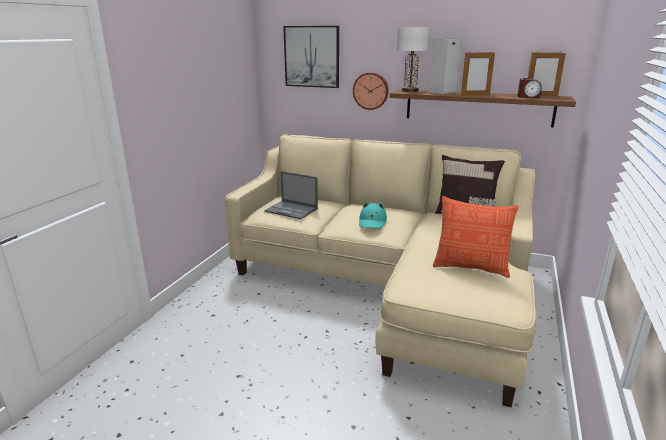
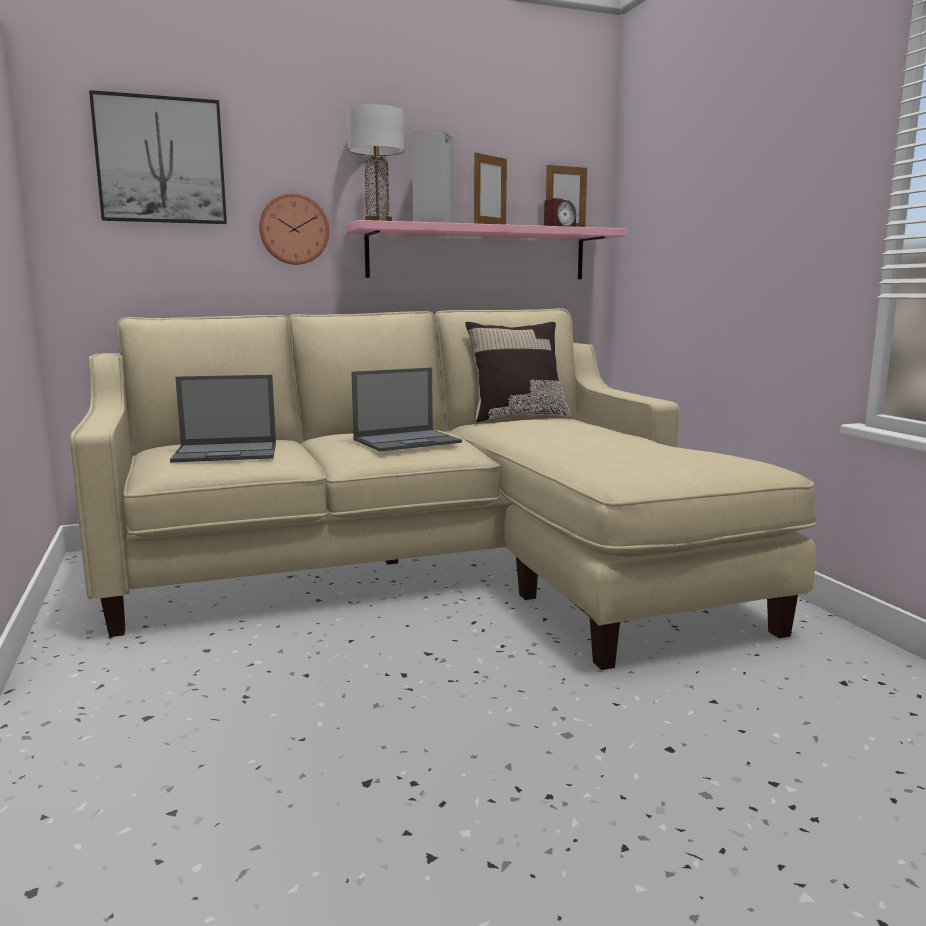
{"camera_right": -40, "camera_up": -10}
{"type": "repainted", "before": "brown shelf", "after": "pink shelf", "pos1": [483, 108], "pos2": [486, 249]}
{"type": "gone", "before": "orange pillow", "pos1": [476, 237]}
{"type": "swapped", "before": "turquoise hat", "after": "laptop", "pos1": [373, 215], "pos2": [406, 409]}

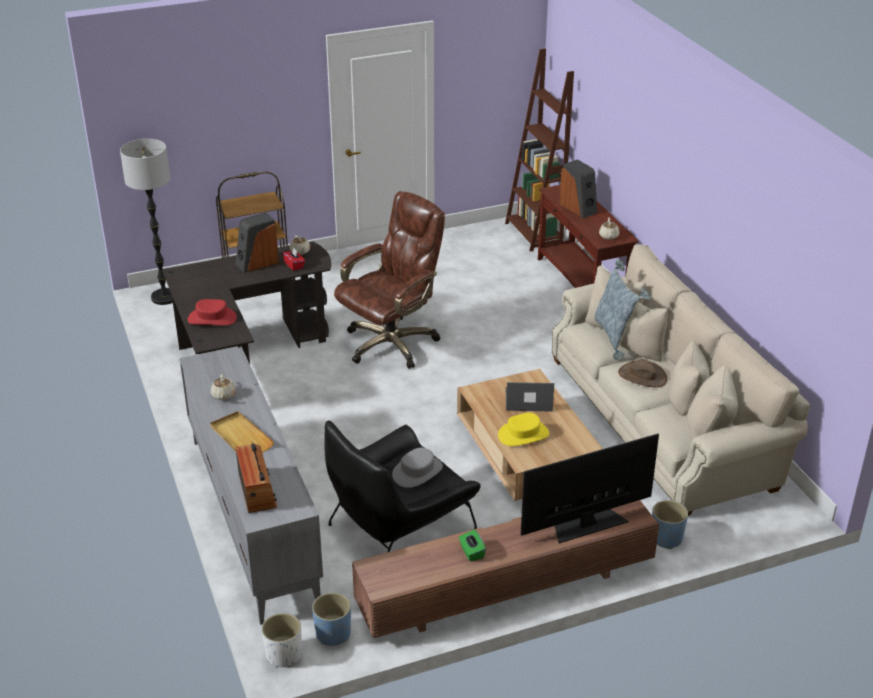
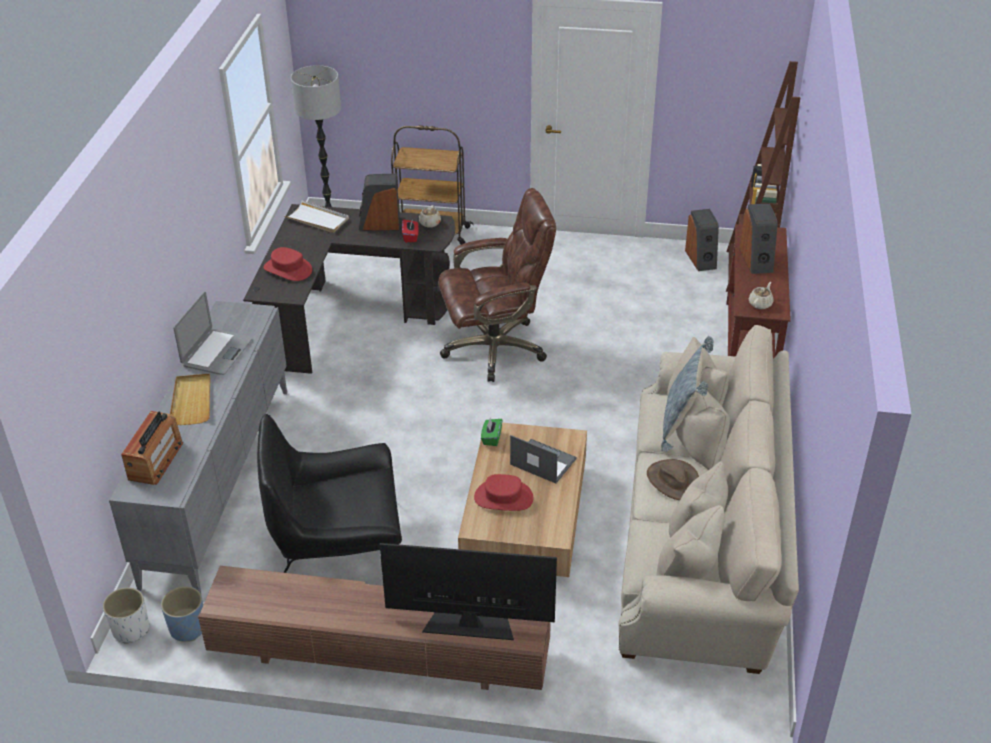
{"camera_right": 30, "camera_up": 5}
{"type": "swapped", "before": "beige teapot", "after": "laptop", "pos1": [223, 387], "pos2": [213, 333]}
{"type": "repainted", "before": "yellow hat", "after": "red hat", "pos1": [523, 429], "pos2": [503, 492]}
{"type": "gone", "before": "grey hat", "pos1": [417, 468]}
{"type": "gone", "before": "blue planter", "pos1": [670, 524]}
{"type": "shifted", "before": "green tissue box", "pos1": [472, 545], "pos2": [491, 432]}
{"type": "new", "after": "white tray", "pos2": [316, 217]}
{"type": "new", "after": "speaker", "pos2": [702, 240]}

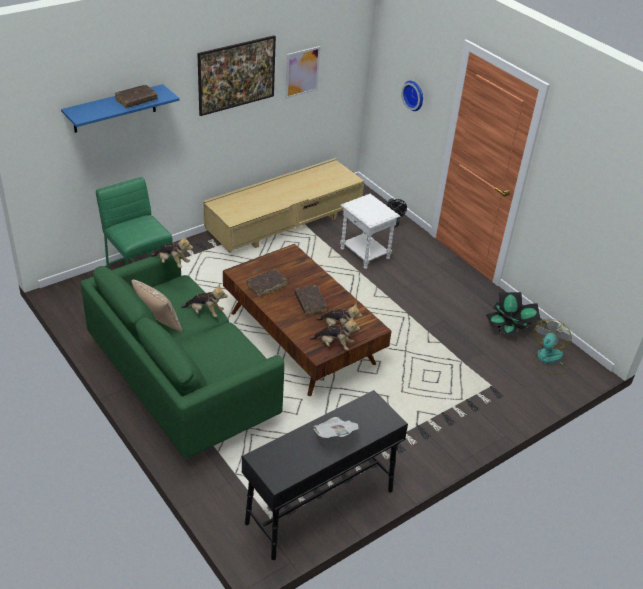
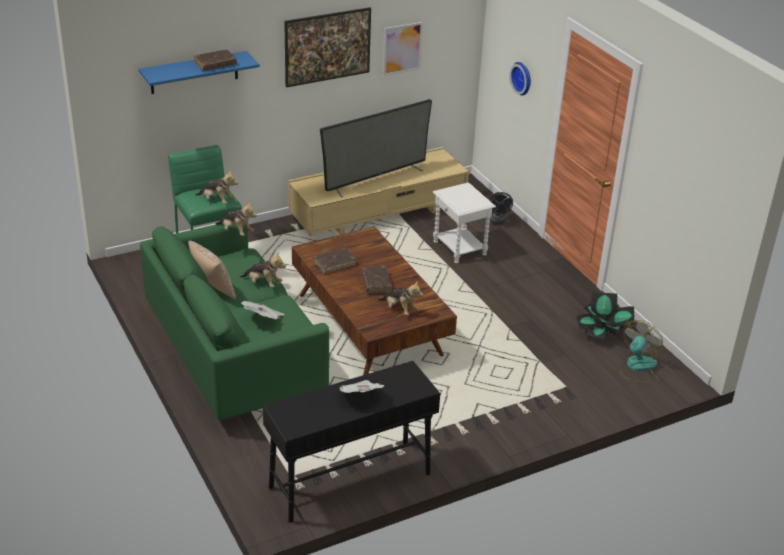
{"camera_right": 10, "camera_up": -5}
{"type": "shifted", "before": "plush toy", "pos1": [334, 333], "pos2": [216, 187]}
{"type": "new", "after": "television", "pos2": [376, 148]}
{"type": "new", "after": "newspaper", "pos2": [262, 310]}

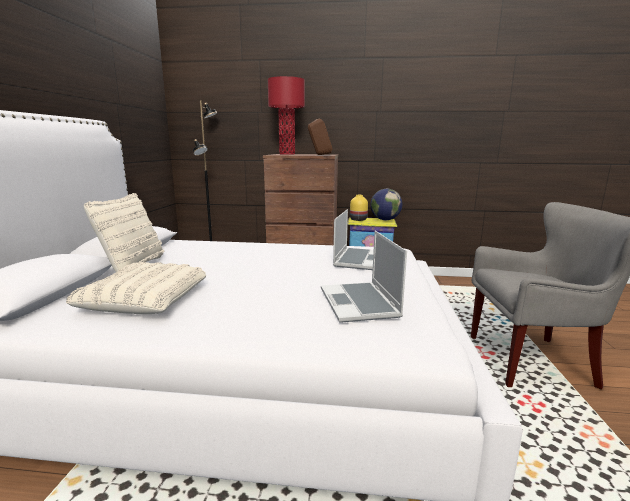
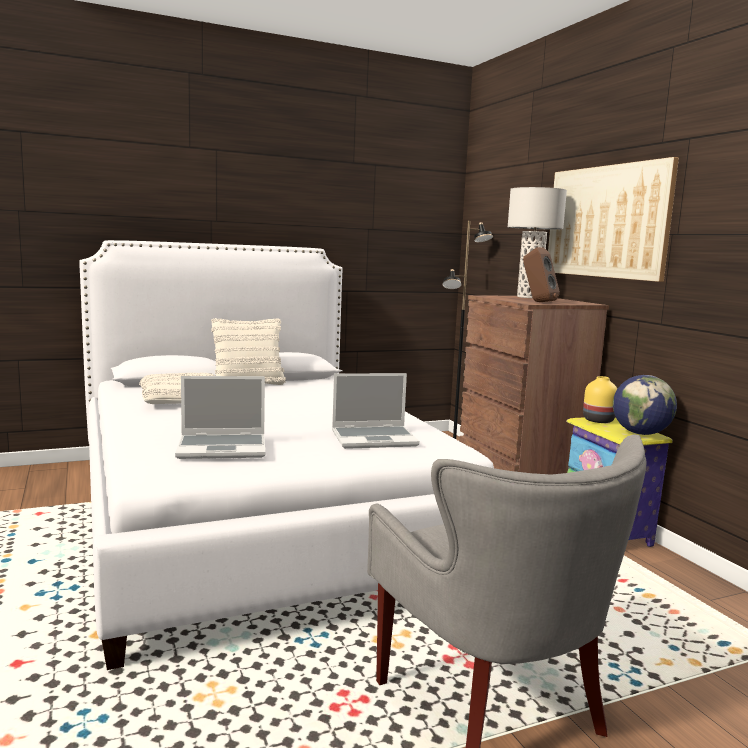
{"camera_right": 60, "camera_up": -5}
{"type": "repainted", "before": "red table lamp", "after": "white table lamp", "pos1": [286, 115], "pos2": [537, 242]}
{"type": "rotated", "before": "laptop", "pos1": [364, 277], "pos2": [220, 417], "turn": -150}
{"type": "new", "after": "picture", "pos2": [613, 219]}

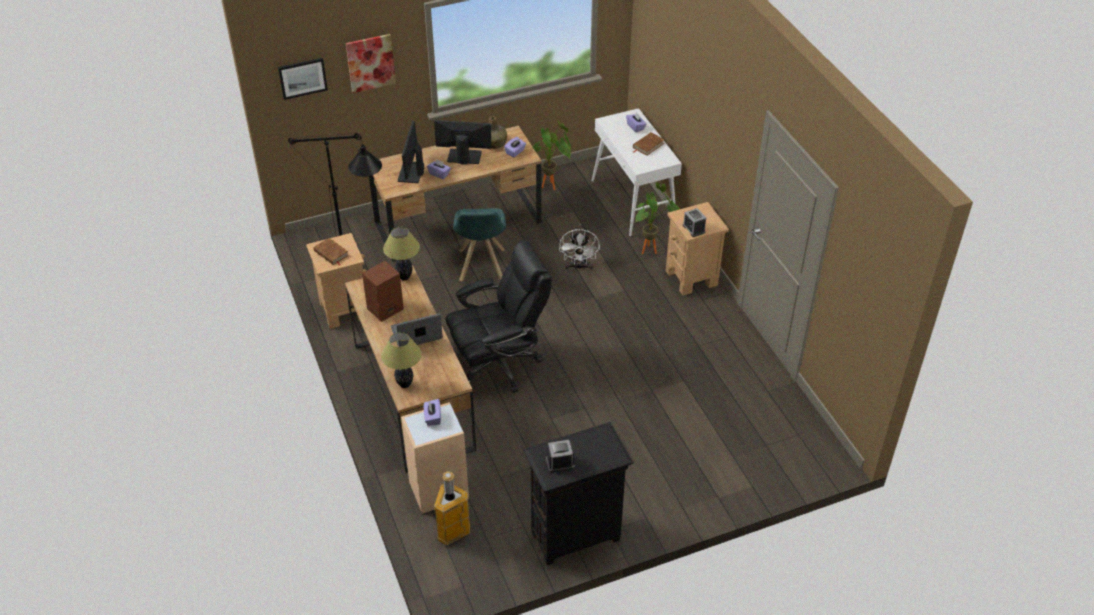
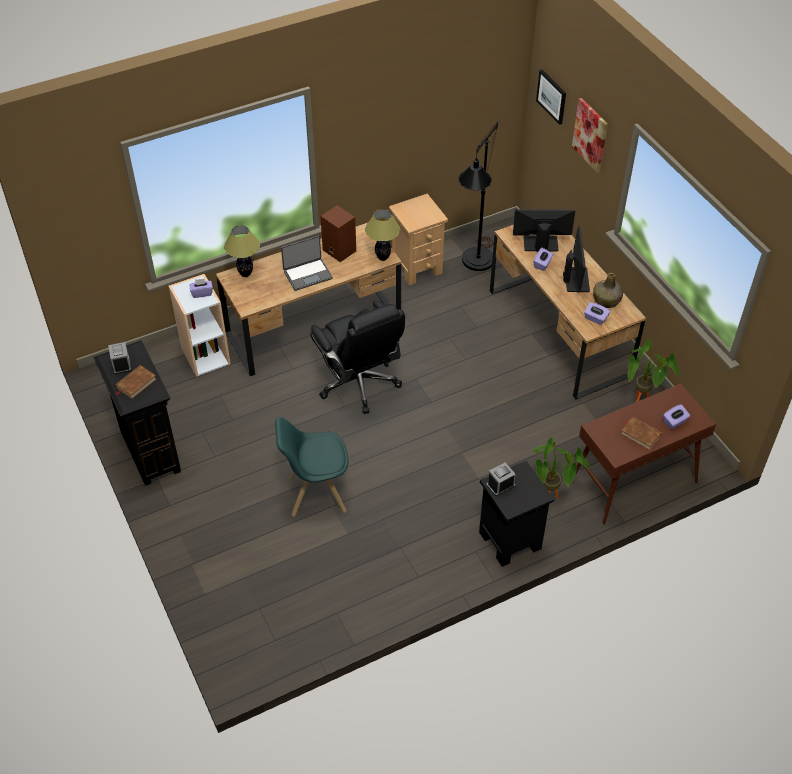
{"camera_right": 85, "camera_up": 5}
{"type": "repainted", "before": "white console table", "after": "brown console table", "pos1": [637, 172], "pos2": [645, 454]}
{"type": "repainted", "before": "beige nightstand", "after": "black nightstand", "pos1": [697, 249], "pos2": [516, 514]}
{"type": "shifted", "before": "turquoise chair", "pos1": [479, 245], "pos2": [311, 467]}
{"type": "gone", "before": "white fan", "pos1": [580, 247]}
{"type": "shifted", "before": "brown book", "pos1": [331, 252], "pos2": [136, 382]}
{"type": "rotated", "before": "laptop", "pos1": [417, 330], "pos2": [307, 263], "turn": 90}
{"type": "gone", "before": "trash can", "pos1": [452, 508]}

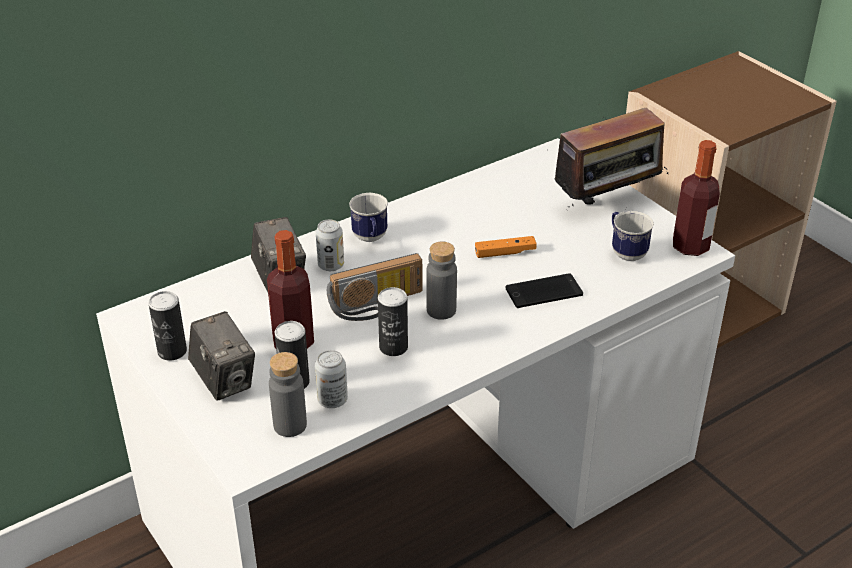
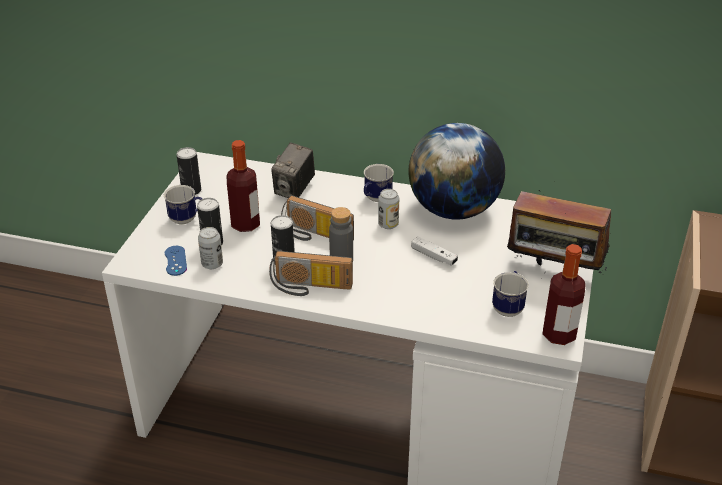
{"camera_right": 50, "camera_up": 0}
{"type": "shifted", "before": "can", "pos1": [330, 245], "pos2": [388, 209]}
{"type": "repainted", "before": "orange game controller", "after": "white game controller", "pos1": [506, 247], "pos2": [434, 251]}
{"type": "gone", "before": "phone", "pos1": [544, 290]}
{"type": "swapped", "before": "photo camera", "after": "mug", "pos1": [221, 356], "pos2": [183, 205]}
{"type": "swapped", "before": "grey bottle", "after": "blue game controller", "pos1": [288, 394], "pos2": [176, 261]}
{"type": "new", "after": "globe", "pos2": [456, 171]}
{"type": "new", "after": "radio", "pos2": [311, 273]}

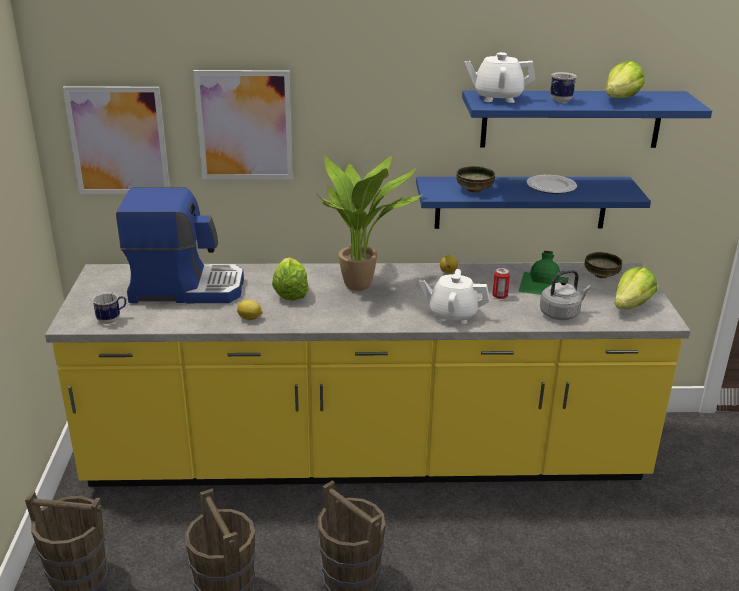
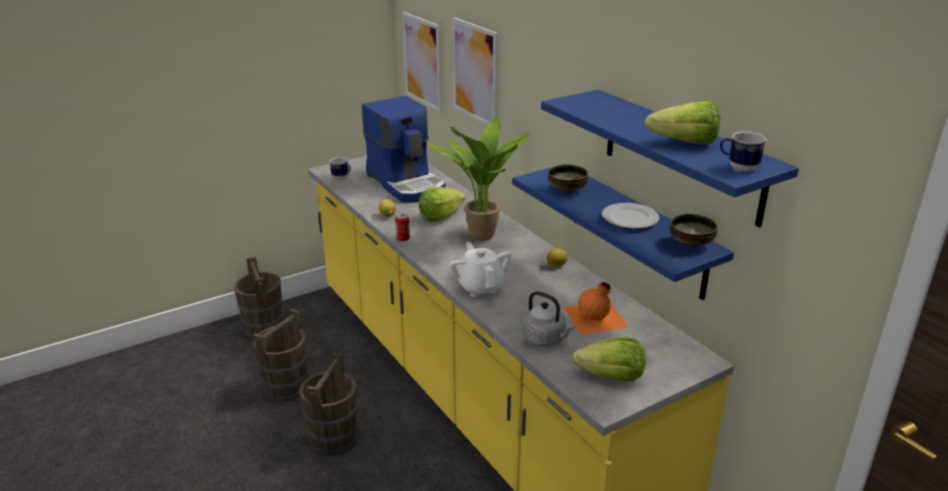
{"camera_right": 60, "camera_up": 0}
{"type": "gone", "before": "white teapot", "pos1": [500, 77]}
{"type": "shifted", "before": "mug", "pos1": [563, 87], "pos2": [743, 151]}
{"type": "repainted", "before": "green bottle", "after": "orange bottle", "pos1": [543, 273], "pos2": [596, 308]}
{"type": "shifted", "before": "bowl", "pos1": [603, 265], "pos2": [694, 230]}
{"type": "shifted", "before": "can", "pos1": [501, 283], "pos2": [402, 227]}

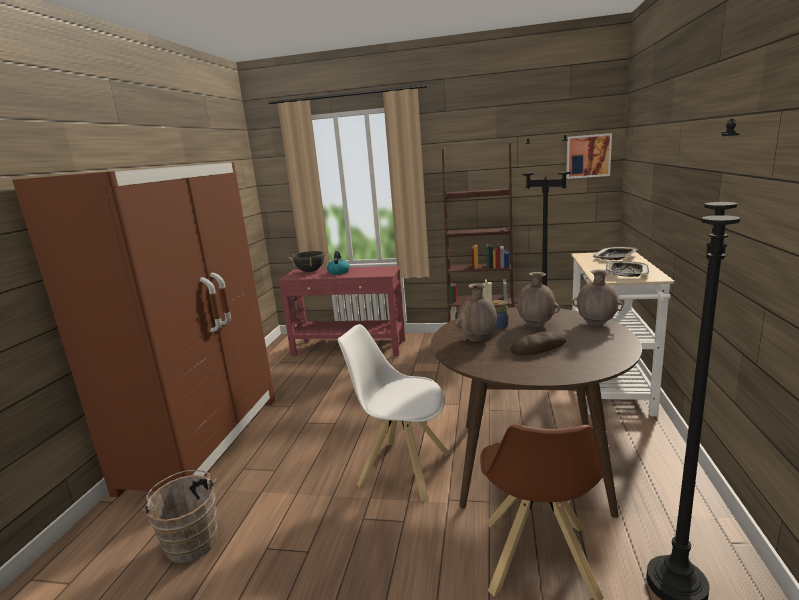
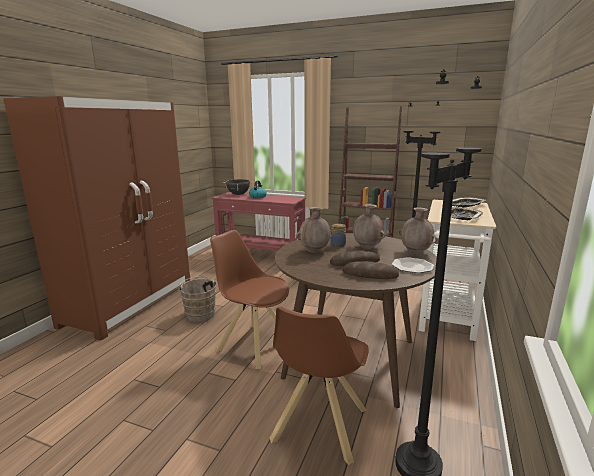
{"camera_right": 10, "camera_up": 0}
{"type": "gone", "before": "picture", "pos1": [589, 156]}
{"type": "repainted", "before": "white chair", "after": "brown chair", "pos1": [394, 412], "pos2": [249, 299]}
{"type": "shifted", "before": "brown bucket", "pos1": [180, 516], "pos2": [197, 299]}
{"type": "new", "after": "plate", "pos2": [413, 265]}
{"type": "new", "after": "bread", "pos2": [370, 270]}

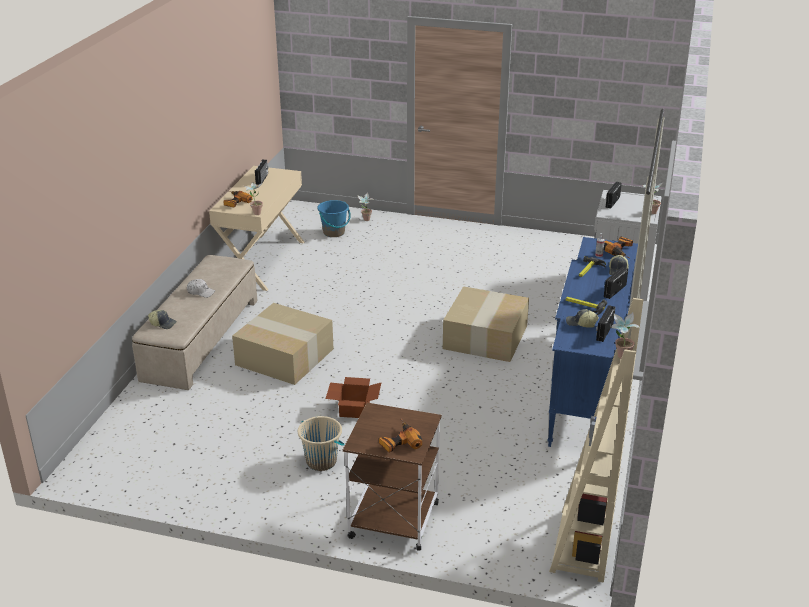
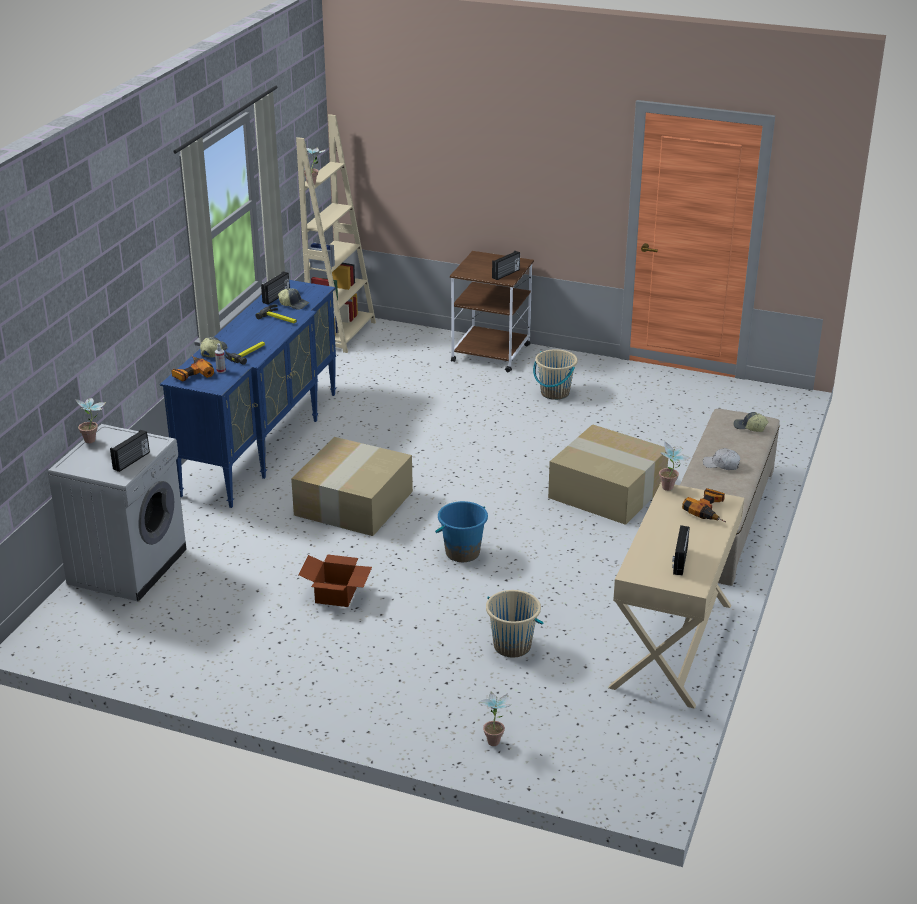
{"camera_right": -175, "camera_up": 0}
{"type": "shifted", "before": "blue bucket", "pos1": [334, 218], "pos2": [461, 531]}
{"type": "shifted", "before": "radio", "pos1": [616, 283], "pos2": [506, 265]}
{"type": "shifted", "before": "cardboard box", "pos1": [354, 397], "pos2": [335, 580]}
{"type": "gone", "before": "power drill", "pos1": [400, 436]}
{"type": "new", "after": "beige bucket", "pos2": [515, 623]}

